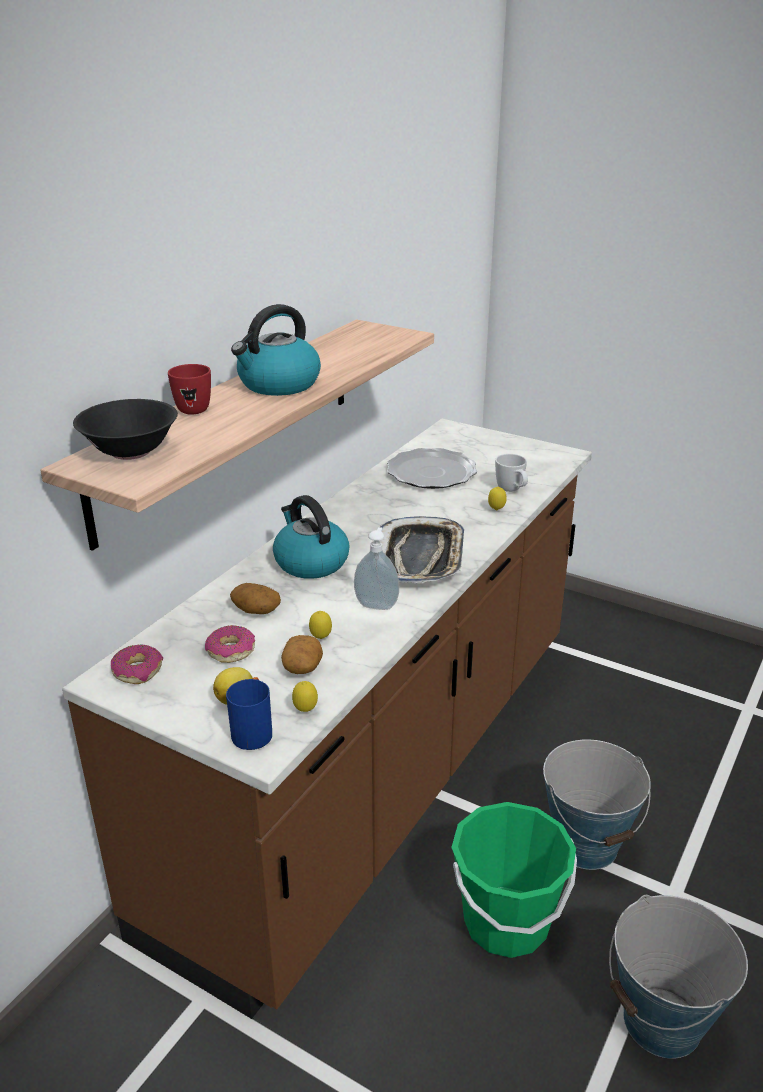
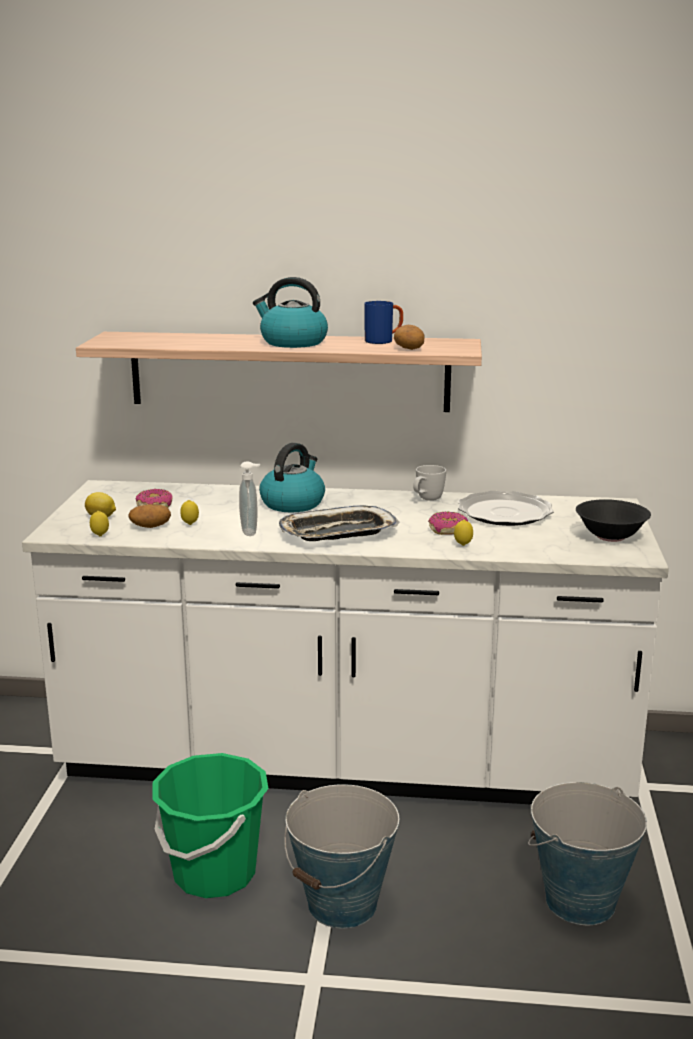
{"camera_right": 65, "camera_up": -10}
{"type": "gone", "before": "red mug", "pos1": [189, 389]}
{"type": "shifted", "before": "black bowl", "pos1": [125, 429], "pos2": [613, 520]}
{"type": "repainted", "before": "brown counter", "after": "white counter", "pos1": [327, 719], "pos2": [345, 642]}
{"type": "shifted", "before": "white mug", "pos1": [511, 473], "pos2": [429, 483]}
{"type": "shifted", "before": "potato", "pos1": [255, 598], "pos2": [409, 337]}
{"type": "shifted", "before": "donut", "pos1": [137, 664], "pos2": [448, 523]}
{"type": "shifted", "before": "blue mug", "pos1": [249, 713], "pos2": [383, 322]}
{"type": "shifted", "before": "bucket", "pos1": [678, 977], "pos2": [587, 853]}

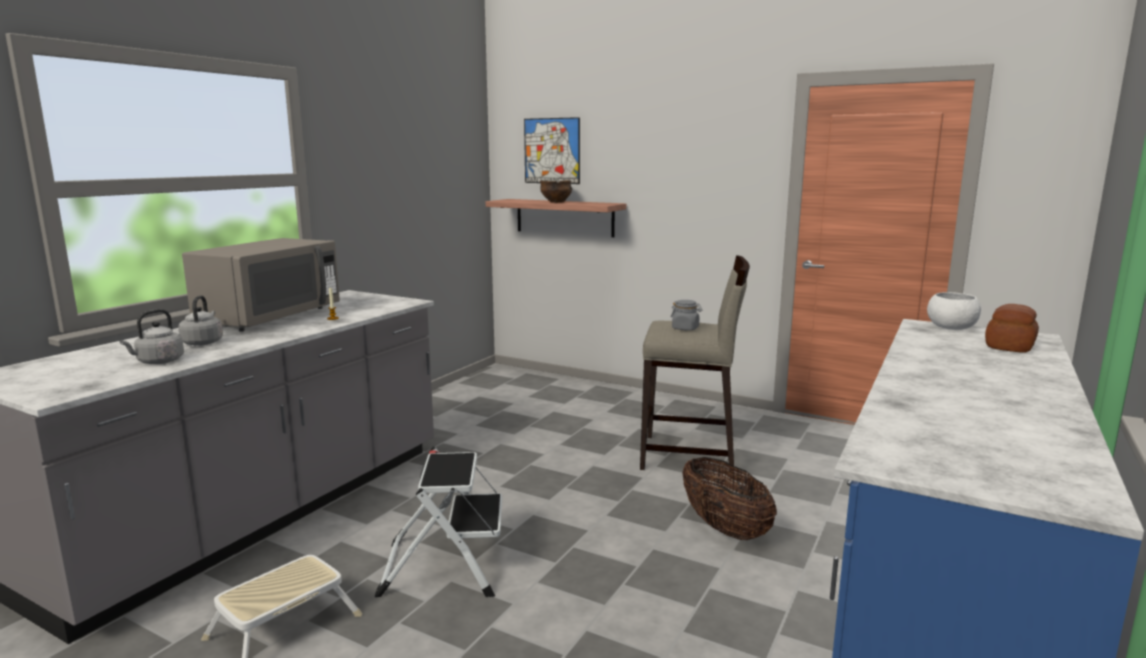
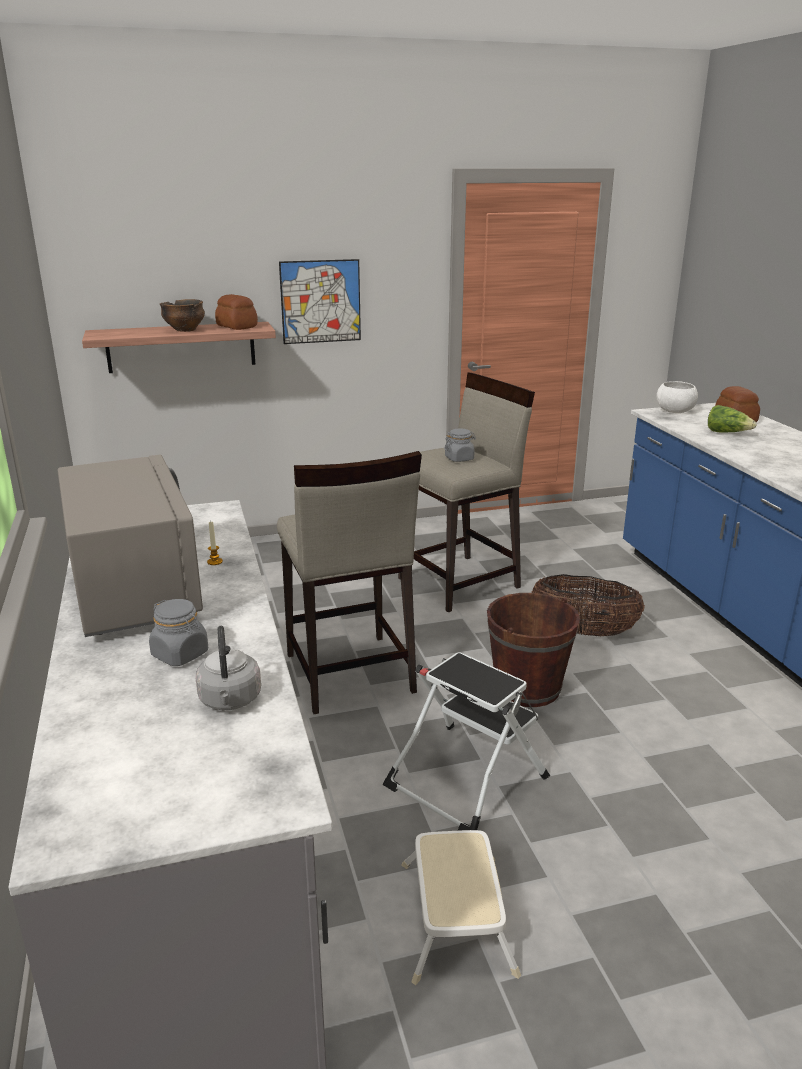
{"camera_right": -45, "camera_up": 10}
{"type": "shifted", "before": "picture", "pos1": [552, 150], "pos2": [320, 301]}
{"type": "swapped", "before": "grey kettle", "after": "grey jar", "pos1": [200, 320], "pos2": [178, 632]}
{"type": "new", "after": "bread", "pos2": [236, 312]}
{"type": "new", "after": "lettuce", "pos2": [732, 419]}
{"type": "new", "after": "beige stool", "pos2": [349, 582]}
{"type": "new", "after": "brown bucket", "pos2": [533, 650]}

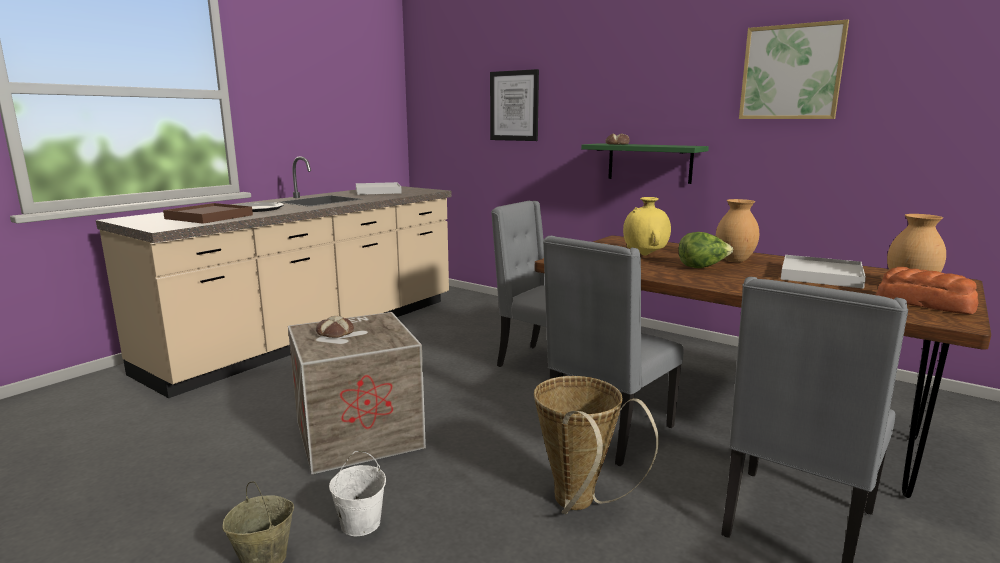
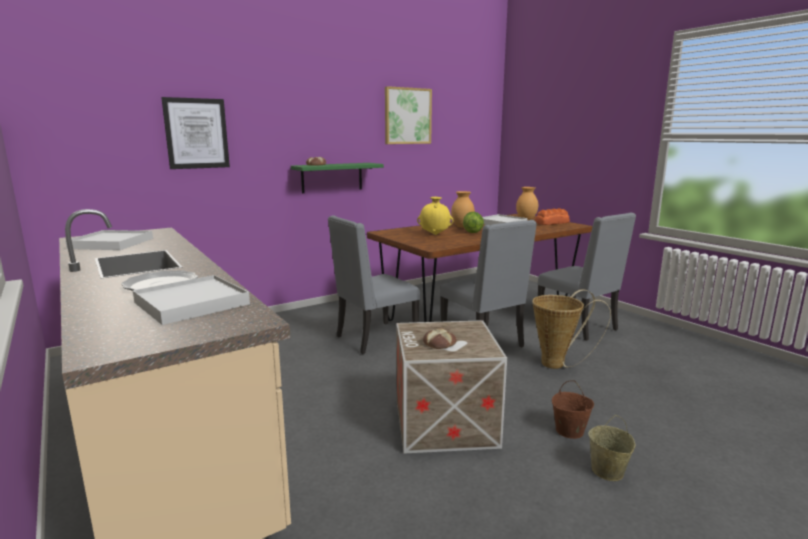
{"camera_right": -70, "camera_up": 0}
{"type": "repainted", "before": "brown tray", "after": "white tray", "pos1": [208, 213], "pos2": [191, 300]}
{"type": "repainted", "before": "white bucket", "after": "brown bucket", "pos1": [357, 493], "pos2": [573, 409]}

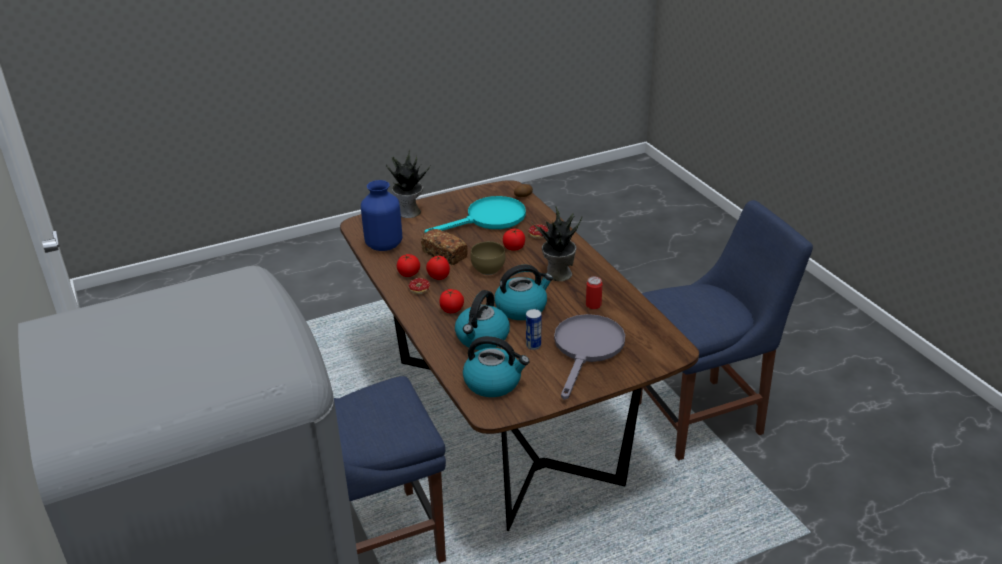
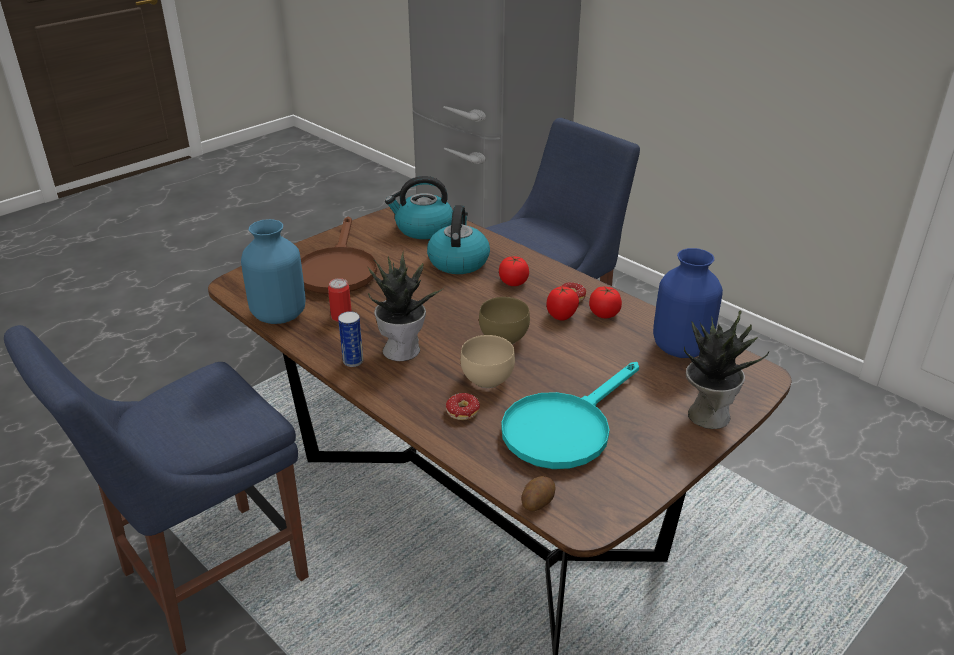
{"camera_right": 160, "camera_up": 0}
{"type": "gone", "before": "bread", "pos1": [444, 247]}
{"type": "swapped", "before": "tomato", "after": "beige bowl", "pos1": [514, 240], "pos2": [487, 361]}
{"type": "gone", "before": "kettle", "pos1": [523, 292]}
{"type": "shifted", "before": "can", "pos1": [533, 329], "pos2": [350, 339]}
{"type": "repainted", "before": "grey frying pan", "after": "brown frying pan", "pos1": [589, 357], "pos2": [339, 255]}
{"type": "new", "after": "blue vase", "pos2": [273, 271]}

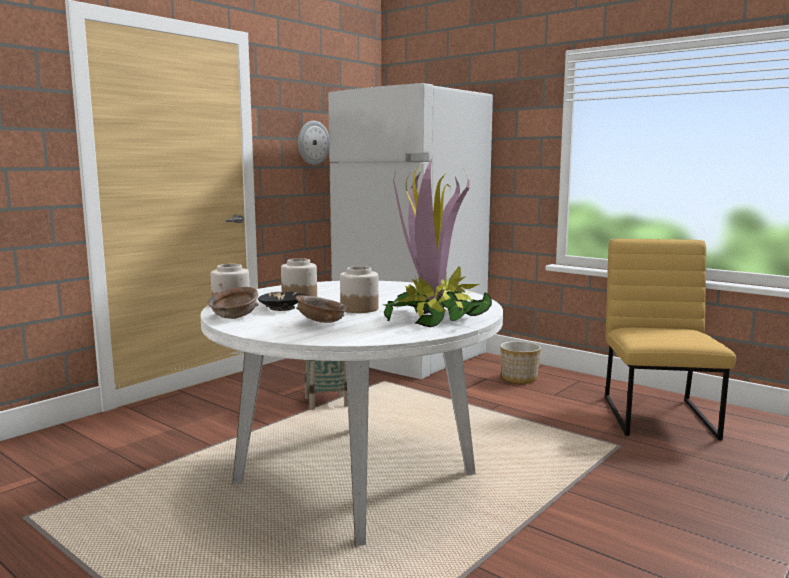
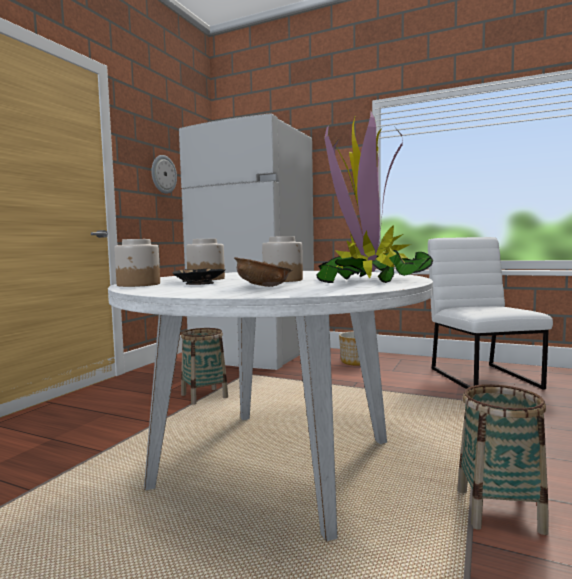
{"camera_right": -15, "camera_up": -5}
{"type": "repainted", "before": "yellow chair", "after": "white chair", "pos1": [670, 339], "pos2": [490, 313]}
{"type": "gone", "before": "brown bowl", "pos1": [233, 303]}
{"type": "new", "after": "basket", "pos2": [503, 459]}

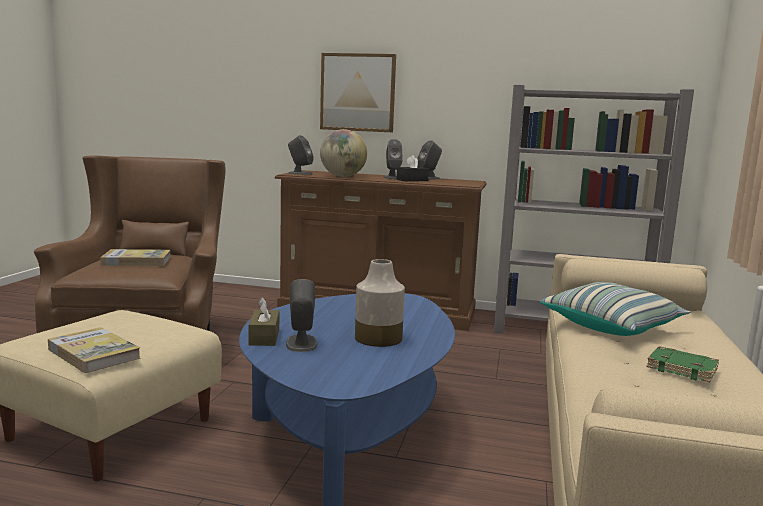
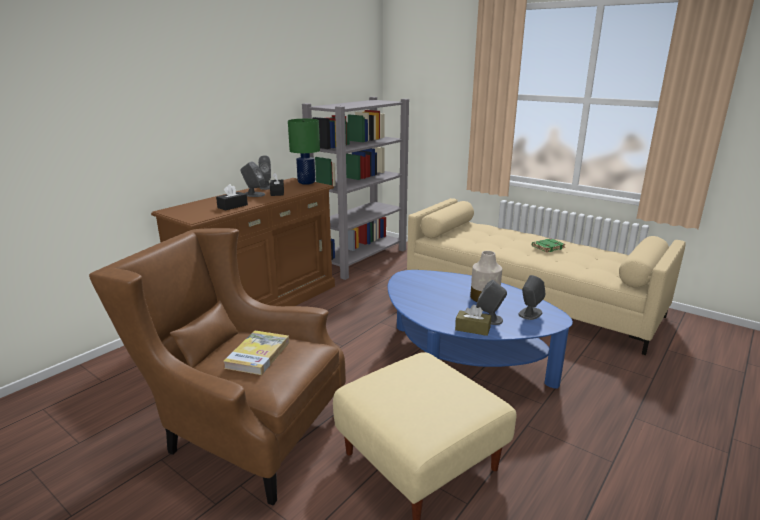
{"camera_right": -65, "camera_up": 10}
{"type": "gone", "before": "picture", "pos1": [358, 92]}
{"type": "swapped", "before": "globe", "after": "black tissue box", "pos1": [343, 153], "pos2": [232, 197]}
{"type": "shifted", "before": "grey speaker", "pos1": [301, 155], "pos2": [532, 297]}
{"type": "gone", "before": "pillow", "pos1": [615, 309]}
{"type": "gone", "before": "book", "pos1": [94, 350]}
{"type": "new", "after": "green table lamp", "pos2": [304, 152]}

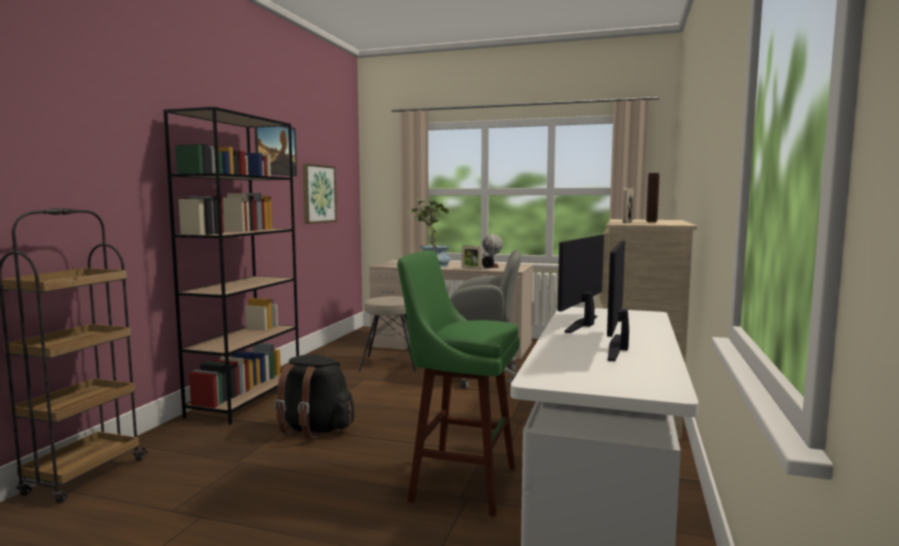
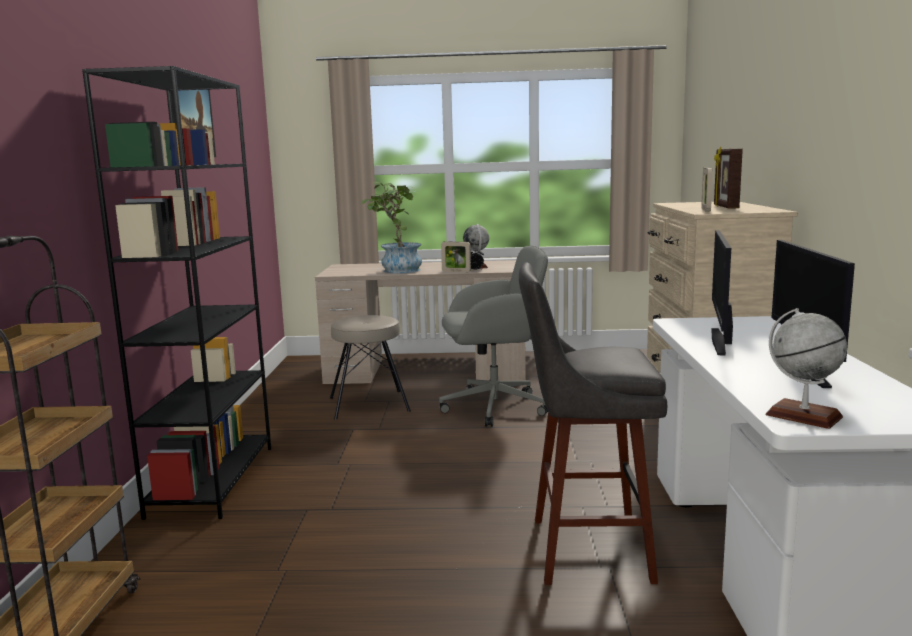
{"camera_right": -15, "camera_up": 5}
{"type": "repainted", "before": "beige bookcase", "after": "black bookcase", "pos1": [231, 265], "pos2": [176, 293]}
{"type": "gone", "before": "picture", "pos1": [320, 194]}
{"type": "repainted", "before": "green stool", "after": "grey stool", "pos1": [458, 383], "pos2": [593, 423]}
{"type": "gone", "before": "black backpack", "pos1": [314, 396]}
{"type": "new", "after": "globe", "pos2": [806, 368]}

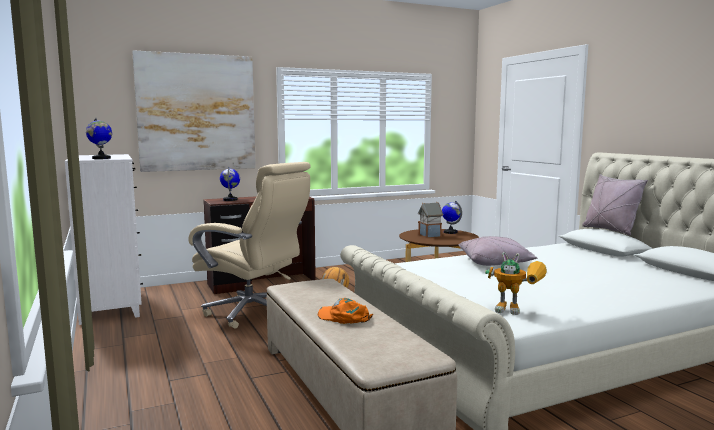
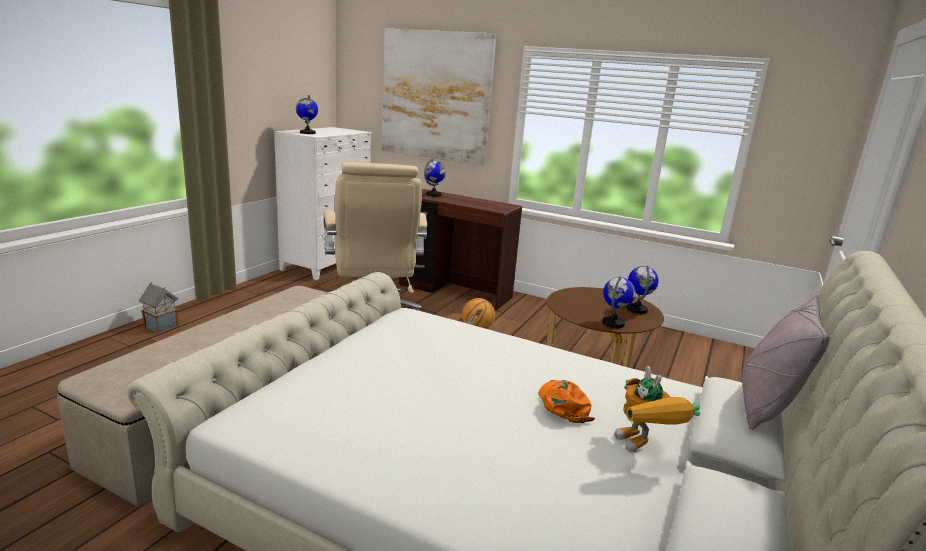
{"camera_right": 50, "camera_up": 10}
{"type": "shifted", "before": "toy house", "pos1": [431, 220], "pos2": [158, 307]}
{"type": "gone", "before": "purple pillow", "pos1": [498, 251]}
{"type": "shifted", "before": "toy robot", "pos1": [516, 283], "pos2": [657, 409]}
{"type": "shifted", "before": "orange cap", "pos1": [345, 311], "pos2": [566, 401]}
{"type": "new", "after": "globe", "pos2": [619, 302]}

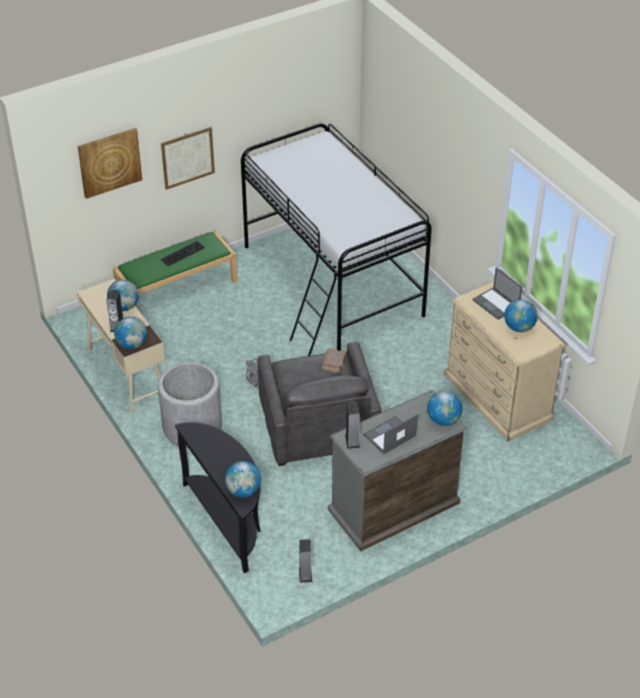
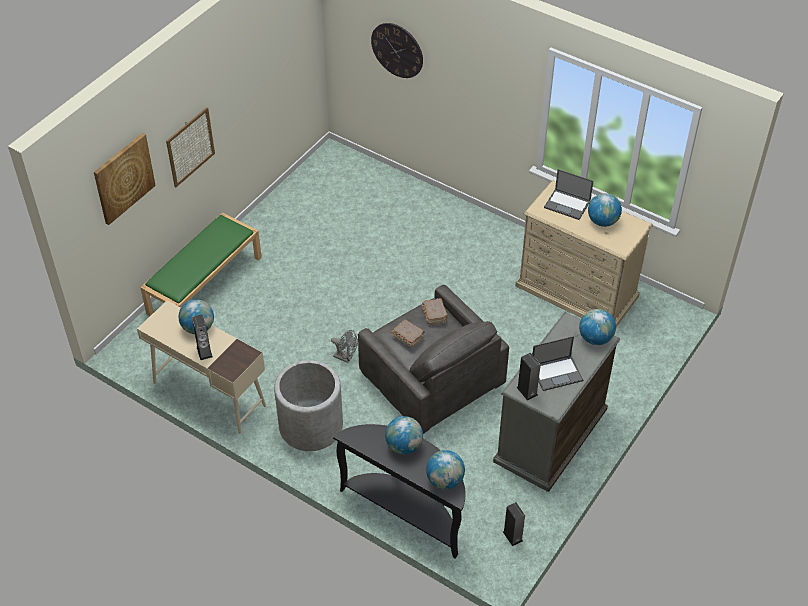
{"camera_right": -25, "camera_up": 5}
{"type": "gone", "before": "black bed", "pos1": [336, 239]}
{"type": "gone", "before": "keyboard", "pos1": [182, 253]}
{"type": "shifted", "before": "globe", "pos1": [130, 333], "pos2": [404, 435]}
{"type": "rotated", "before": "laptop", "pos1": [390, 434], "pos2": [557, 363], "turn": -135}
{"type": "new", "after": "wall clock", "pos2": [397, 50]}
{"type": "new", "after": "brown book", "pos2": [408, 333]}

